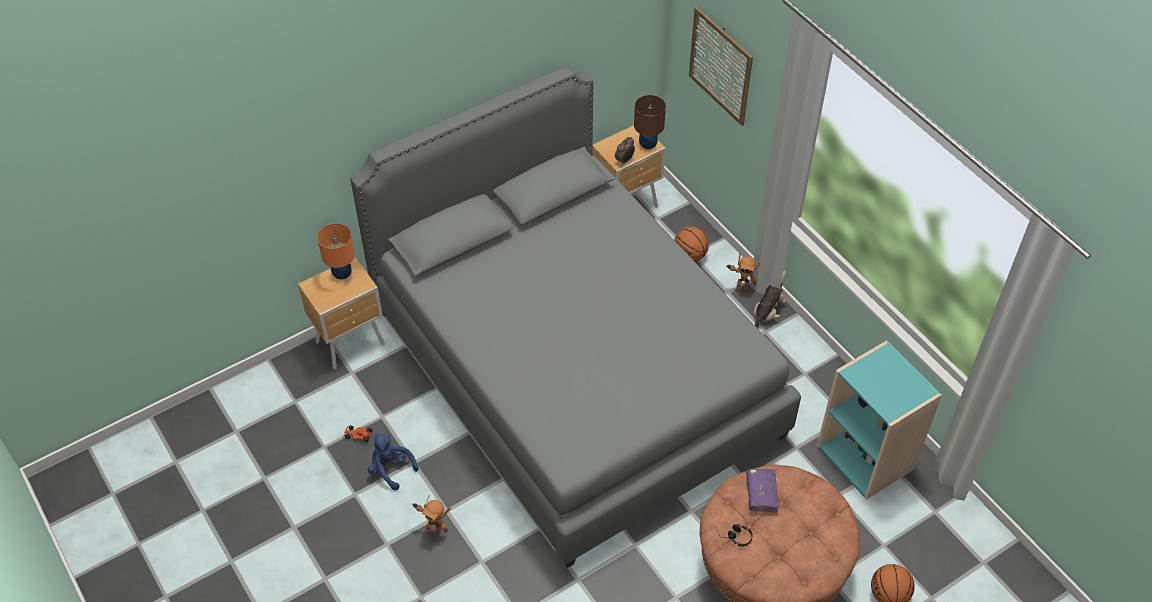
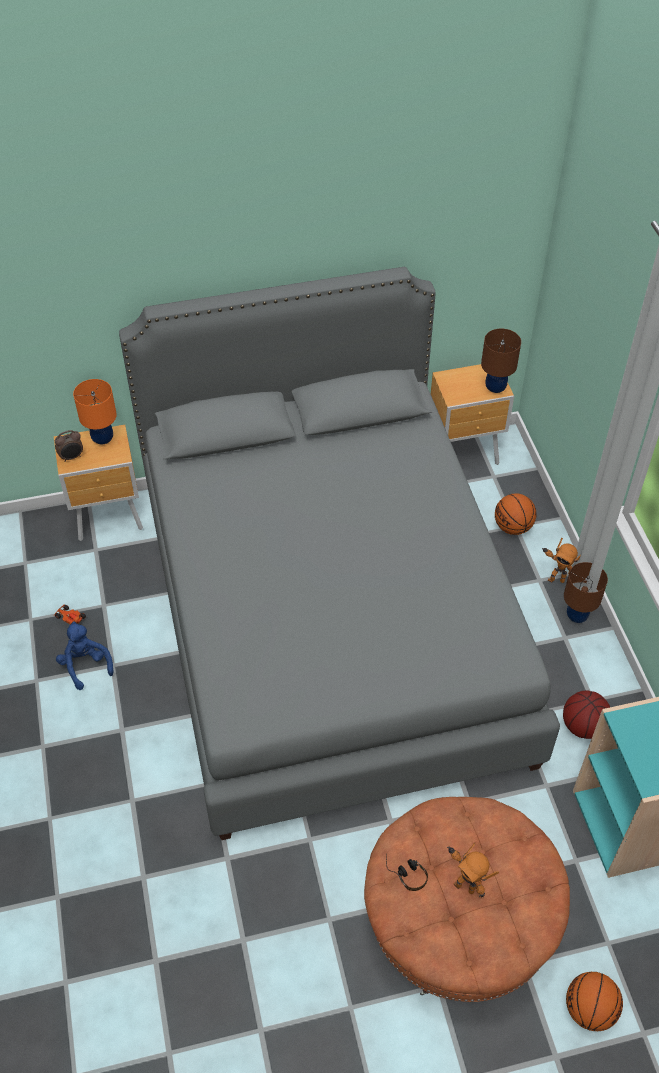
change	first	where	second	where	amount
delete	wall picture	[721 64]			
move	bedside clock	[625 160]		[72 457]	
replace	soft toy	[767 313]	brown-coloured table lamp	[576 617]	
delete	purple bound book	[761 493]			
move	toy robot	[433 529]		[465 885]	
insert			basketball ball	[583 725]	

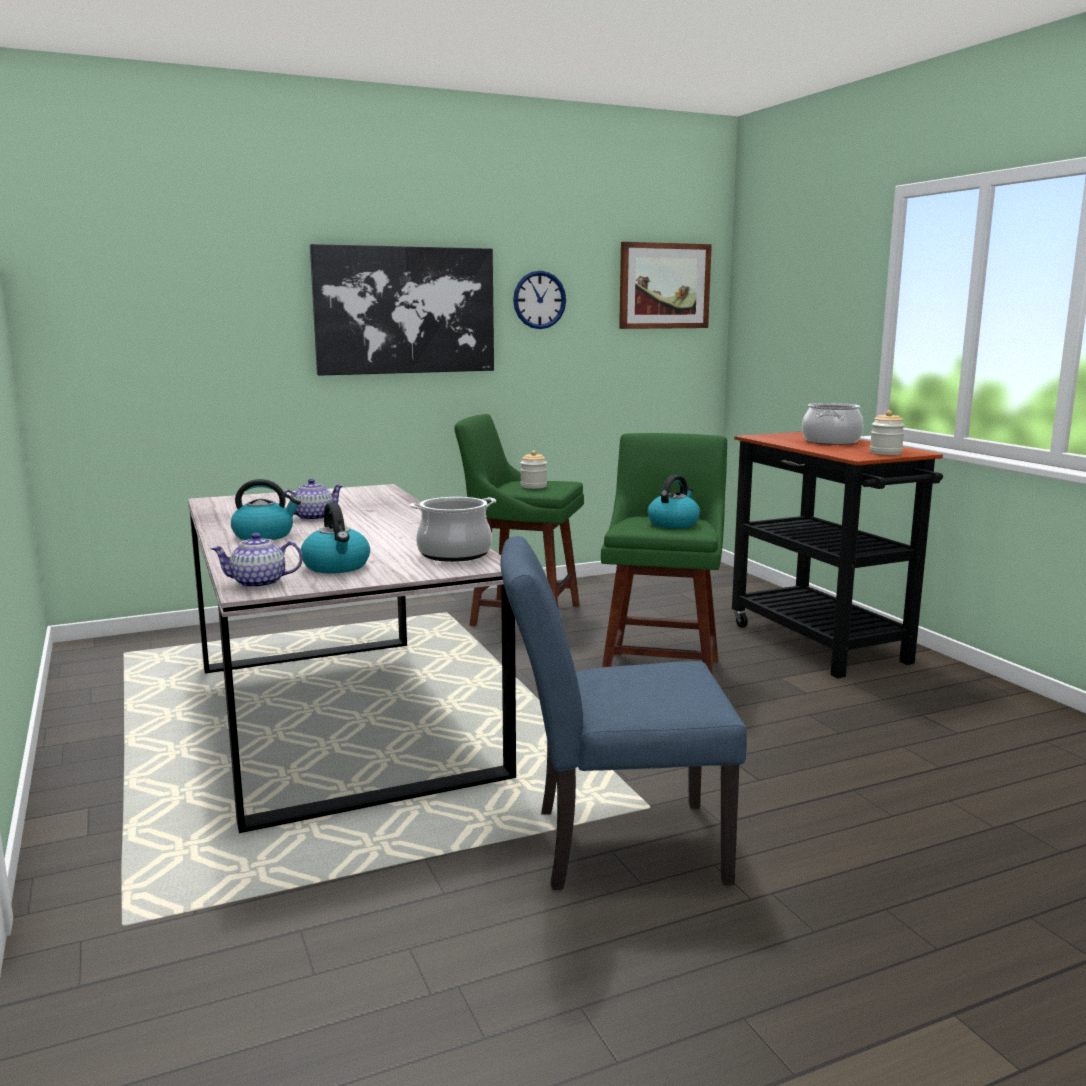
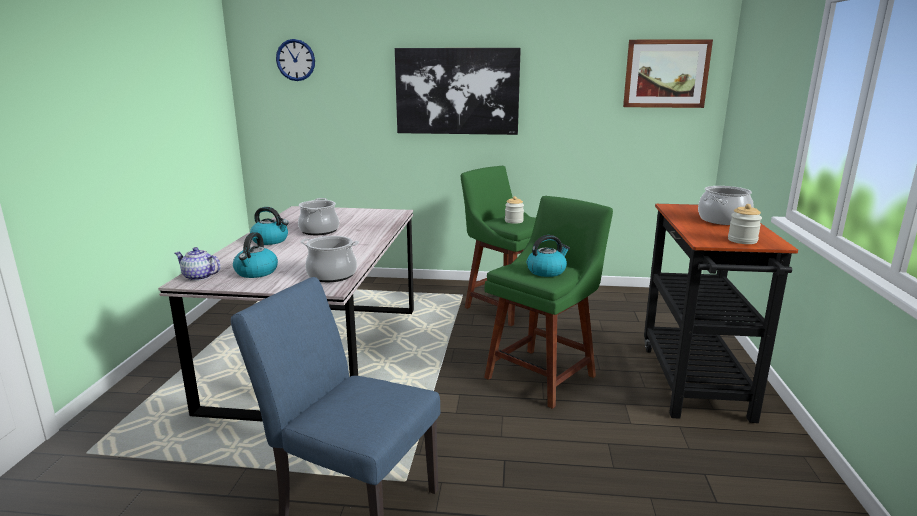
change	first	where	second	where	amount
move	hanging clock	[539 300]		[295 60]	
replace	teapot	[312 517]	stockpot	[319 230]	

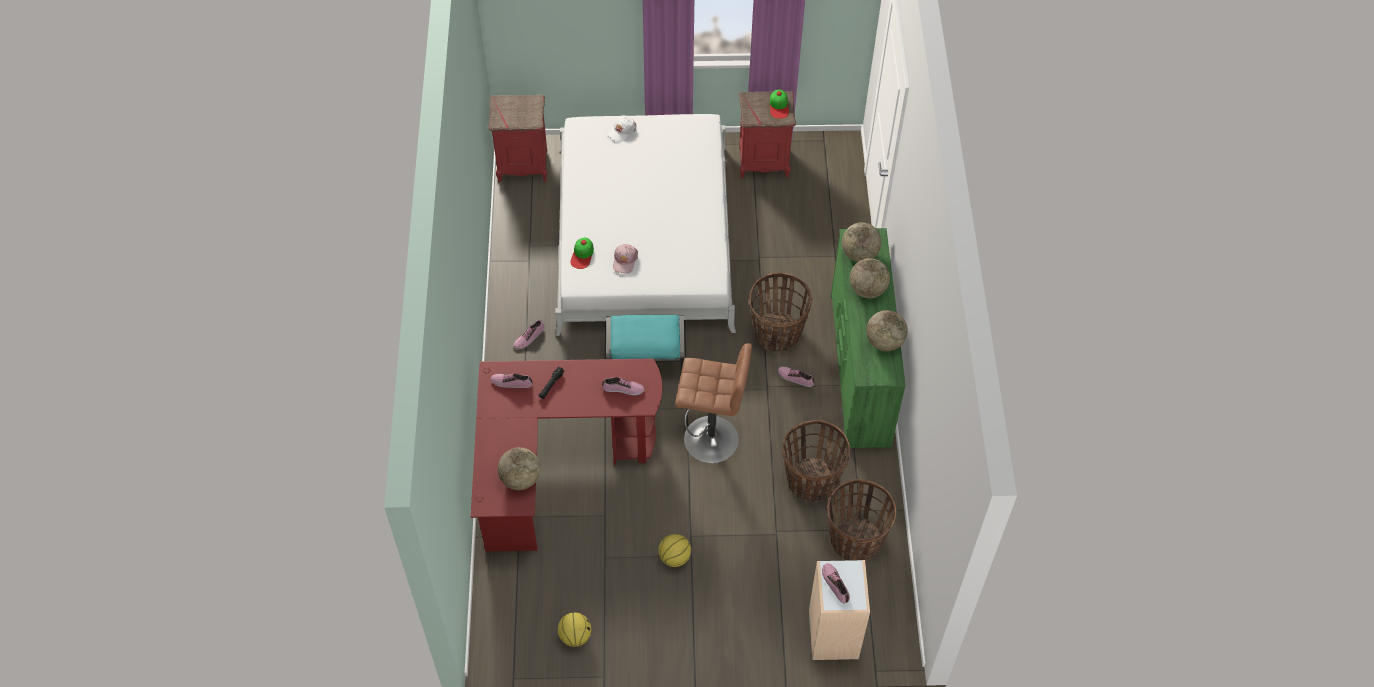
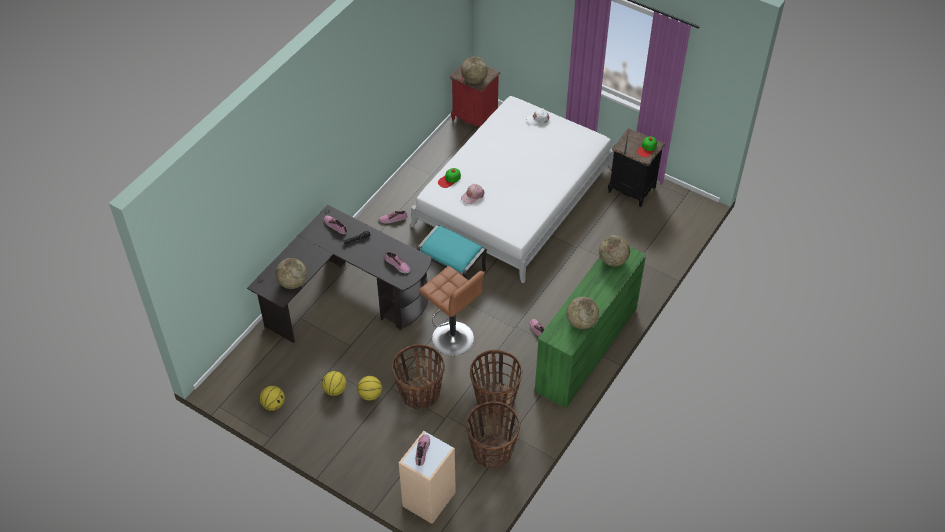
change	first	where	second	where	amount
recolor	red bedside table	[764 163]	blackish bedside table	[631 190]	
move	globe	[867 290]		[474 80]	
move	household basket	[777 333]		[420 394]	
recolor	red desk	[552 462]	blackish desk	[345 298]	
insert			basketball ball	[335 390]	

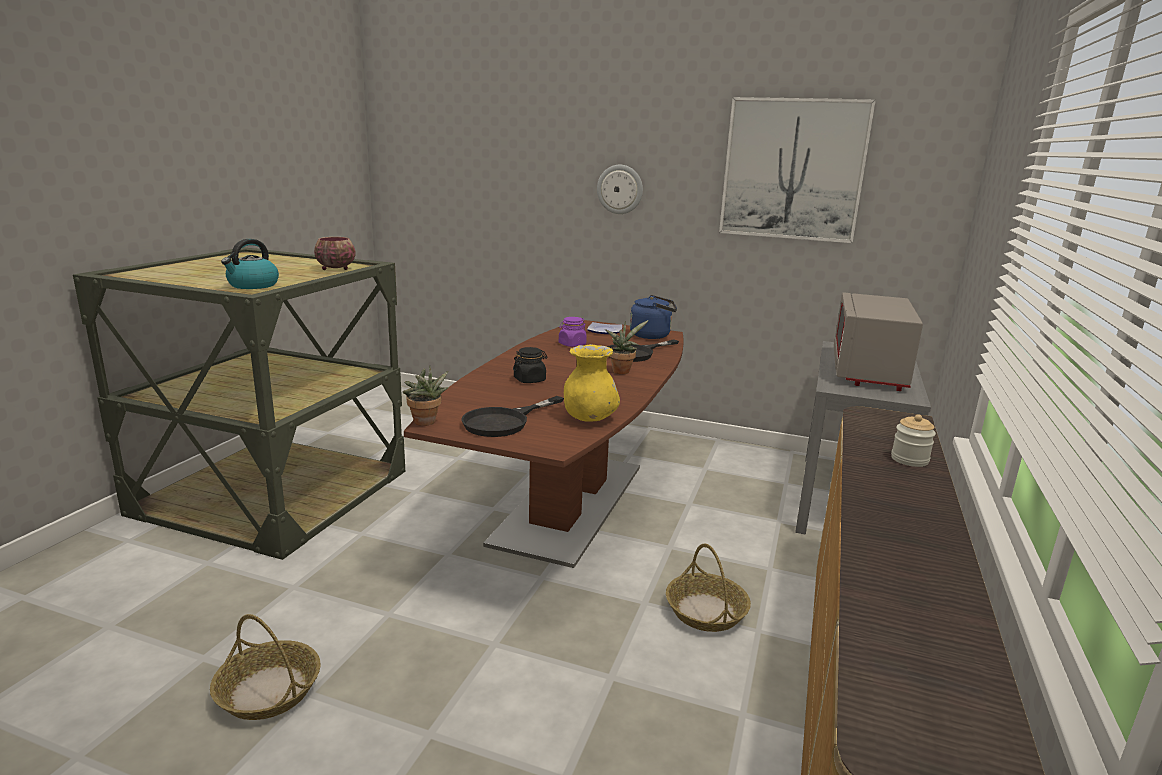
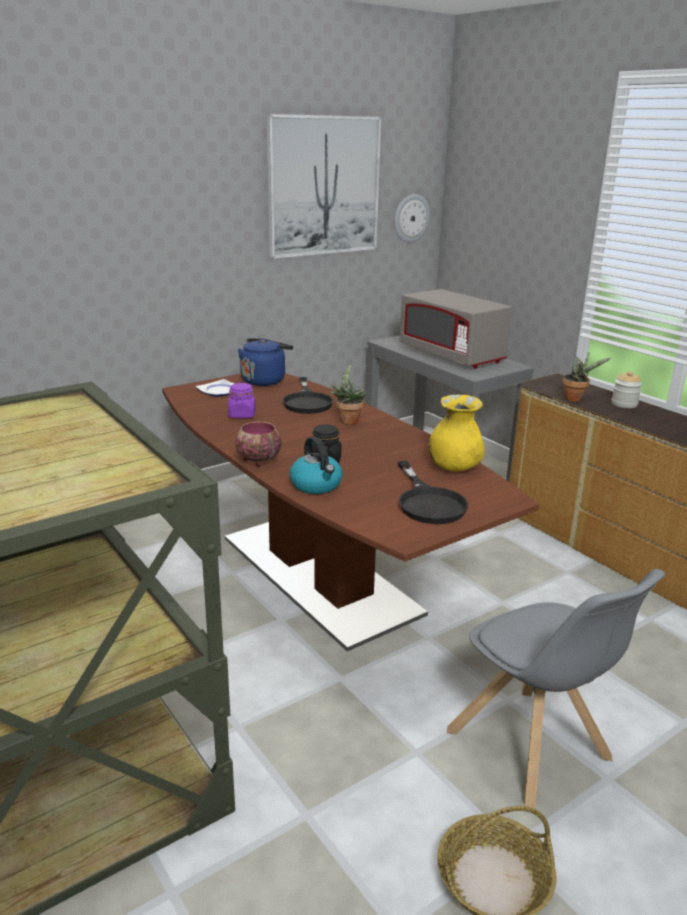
change	first	where	second	where	amount
move	hanging clock	[620 189]		[411 218]	
move	deep dish	[335 269]		[257 460]	
move	water kettle	[252 285]		[316 485]	
move	potted plant	[426 423]		[575 398]	
delete	household basket	[705 611]			
insert			gray chair	[533 749]	

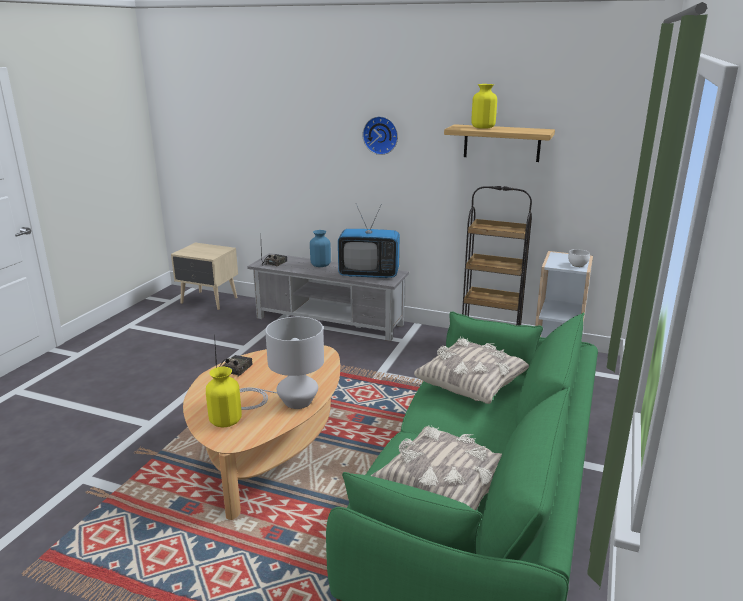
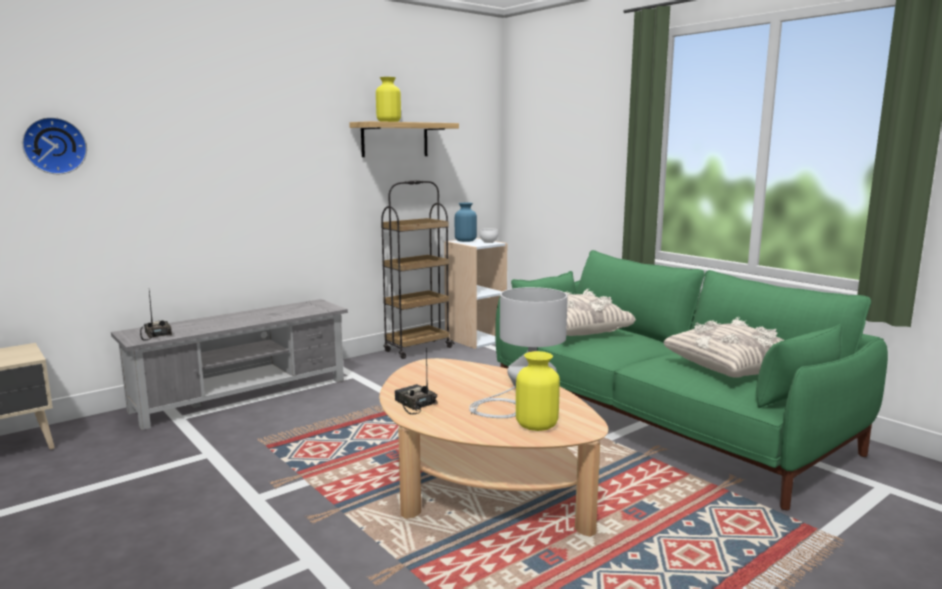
change	first	where	second	where	amount
move	hanging clock	[381 135]		[54 145]	
delete	TV	[369 274]			
move	bluish flower vase	[320 265]		[465 241]	

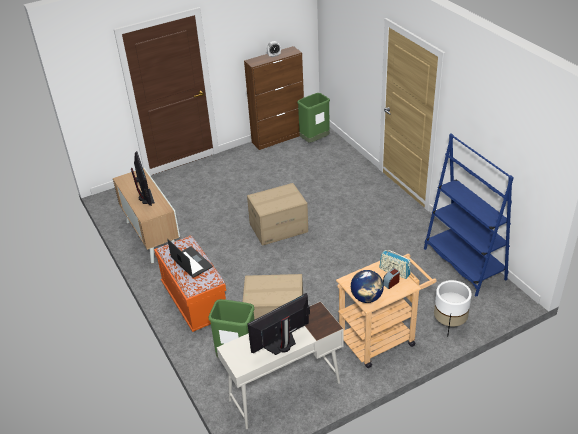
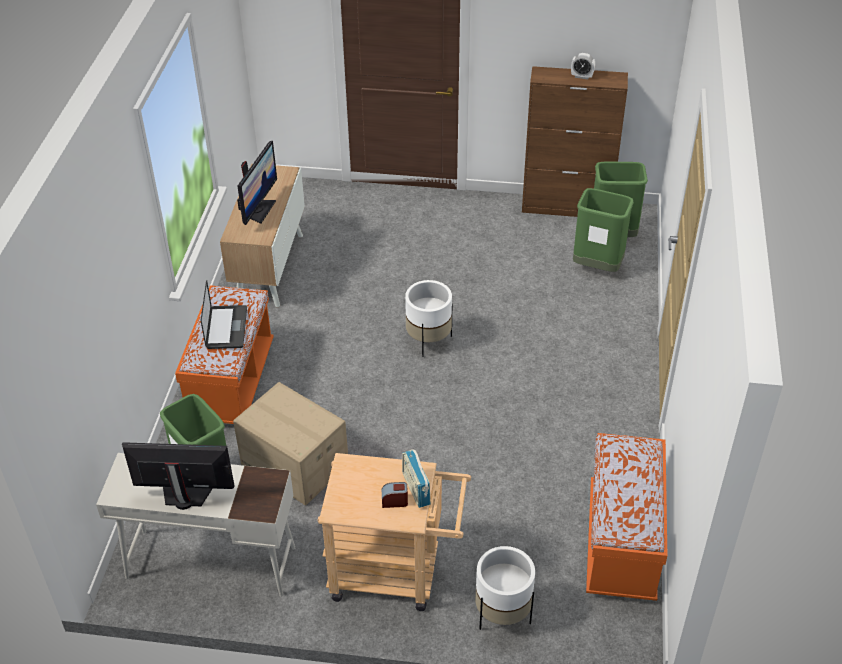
change	first	where	second	where	amount
replace	bluish shelving unit	[464 264]	orange bench	[621 543]	
replace	cardboard box	[278 228]	white plant pot	[428 340]	
delete	globe	[366 298]			
insert			greenish trash can	[597 267]	

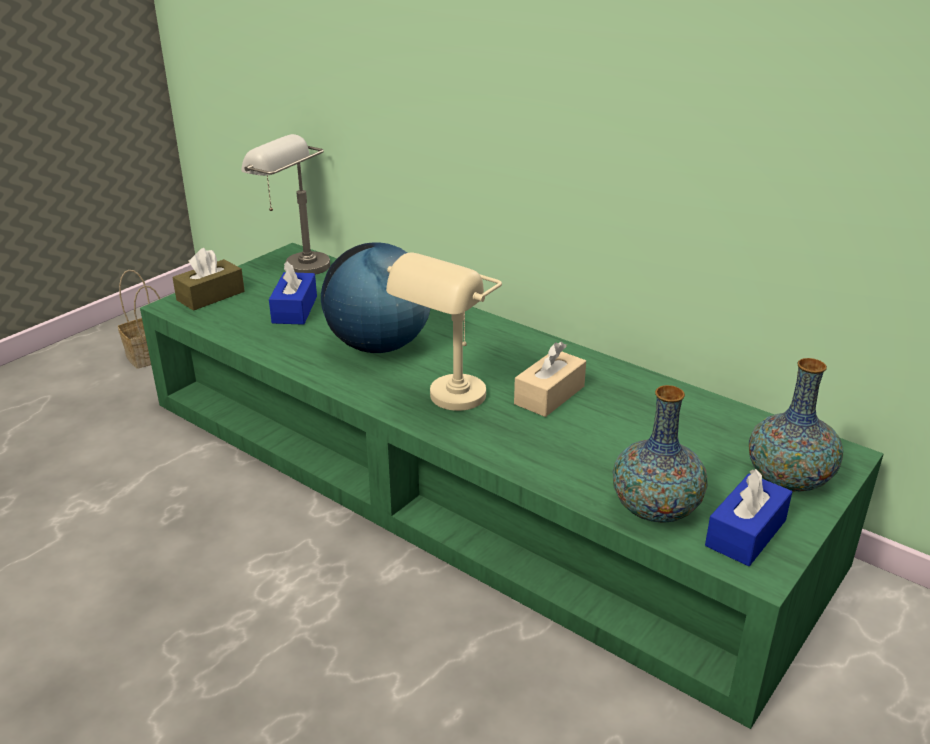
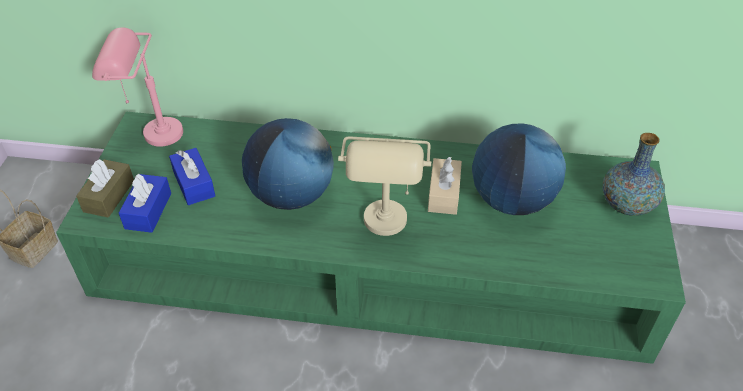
change	first	where	second	where	amount
recolor	gray table lamp	[295 263]	pinkish table lamp	[149 134]	
delete	flower vase	[655 509]			
move	bluish tissue box	[745 533]		[148 211]	
insert			globe	[511 201]	

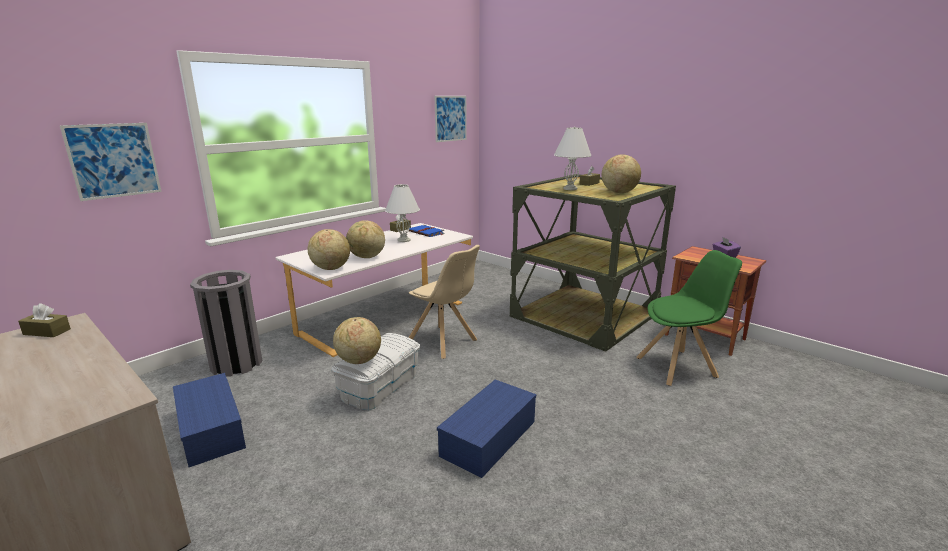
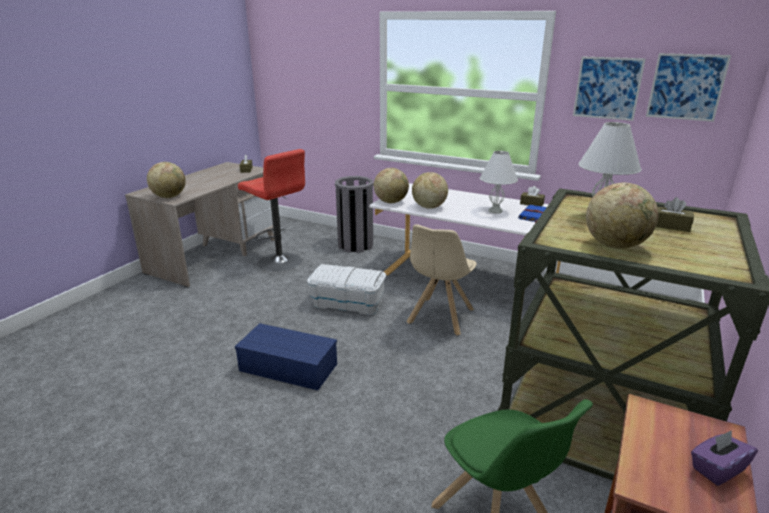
change	first	where	second	where	amount
move	wall picture	[114 160]		[607 88]	
move	globe	[358 360]		[169 196]	
replace	bluish storage container	[212 430]	red stool	[279 262]	

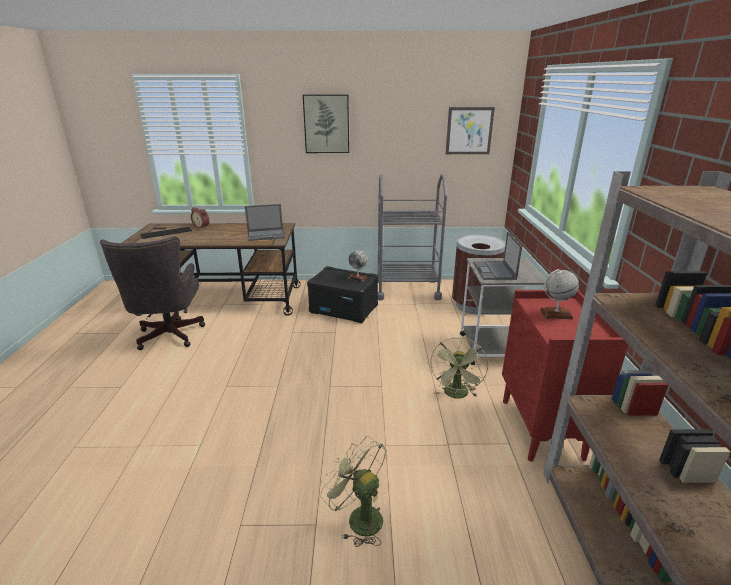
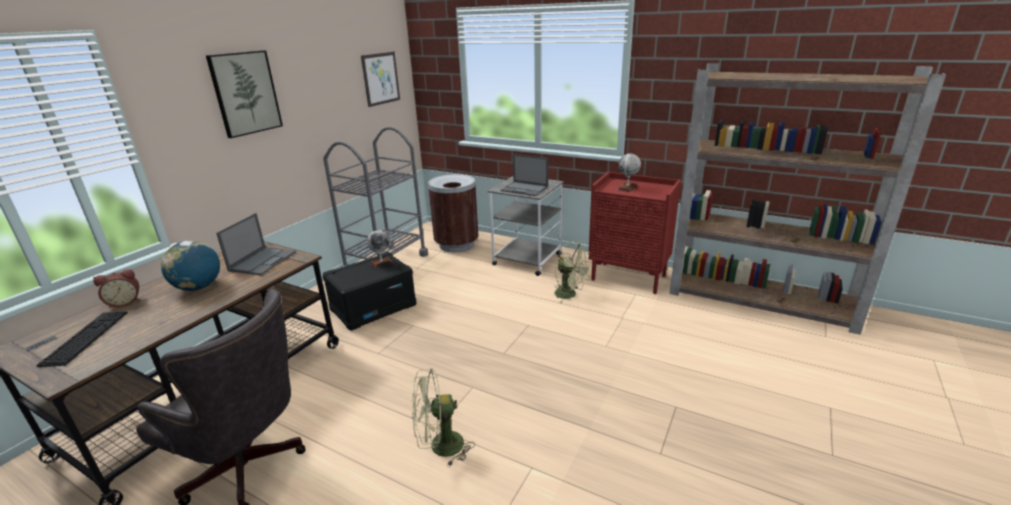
change	first	where	second	where	amount
move	greenish fan	[358 517]		[439 447]	
insert			globe	[198 287]	

